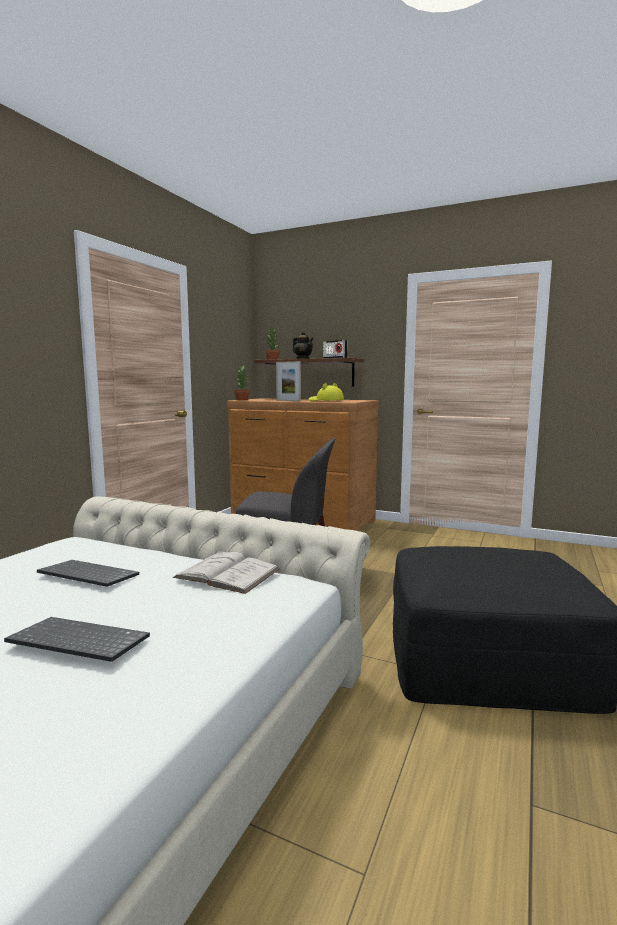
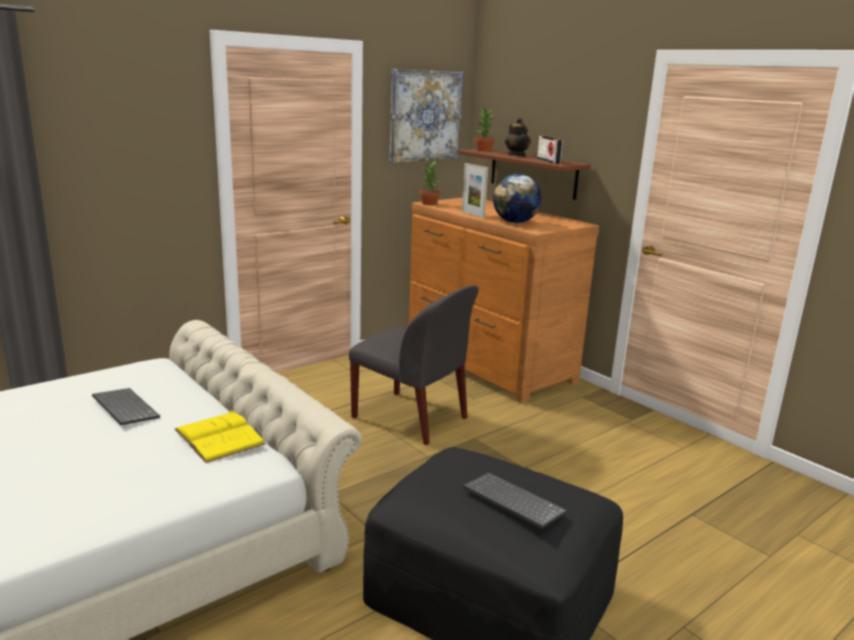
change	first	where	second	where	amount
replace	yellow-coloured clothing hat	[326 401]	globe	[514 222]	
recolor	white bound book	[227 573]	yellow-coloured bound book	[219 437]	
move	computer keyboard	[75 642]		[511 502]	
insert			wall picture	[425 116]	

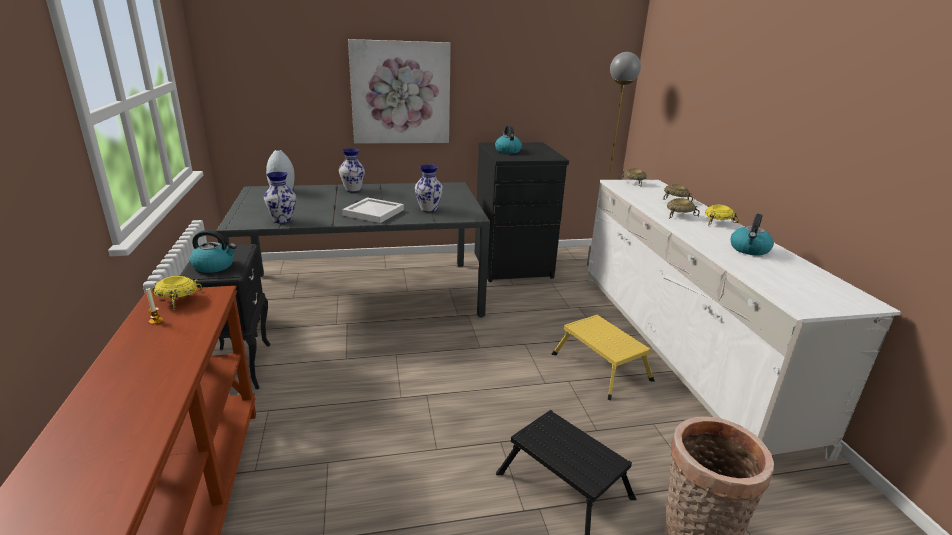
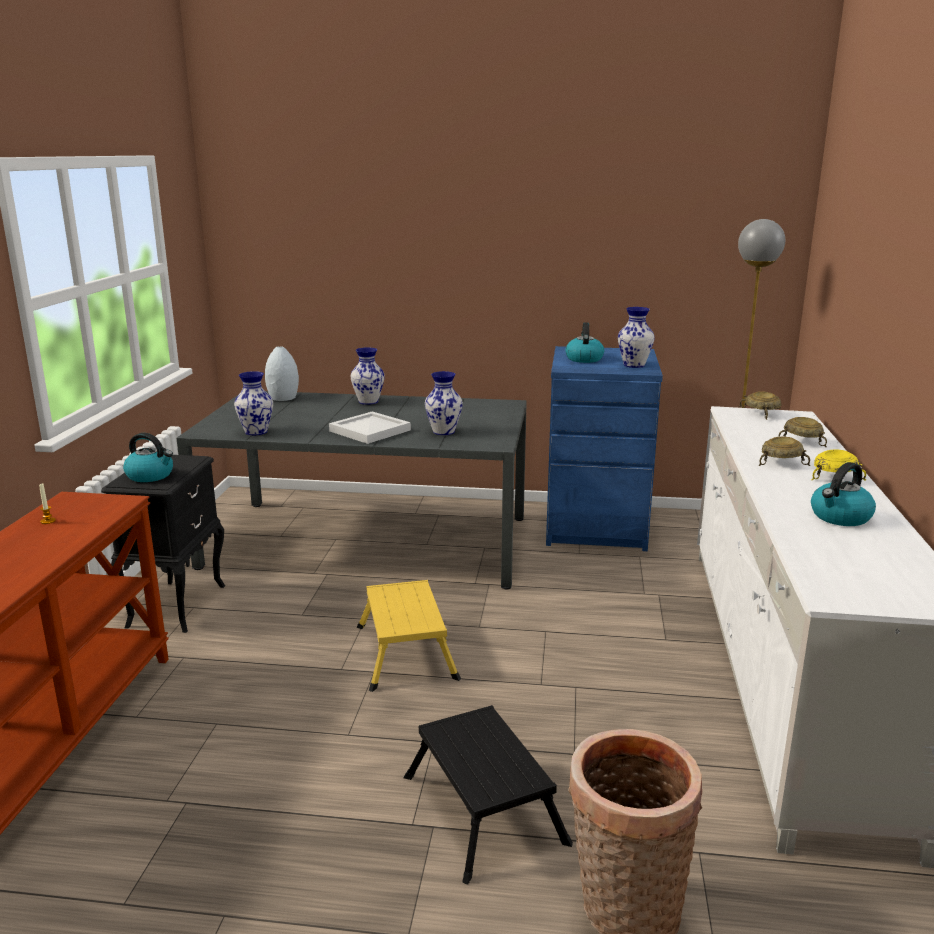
change	first	where	second	where	amount
delete	wall picture	[400 93]			
recolor	blackish dresser	[513 265]	bluish dresser	[597 527]	
delete	yellow-coloured deep dish	[177 300]			
move	yellow-coloured step stool	[601 367]		[406 652]	
insert			flower vase	[634 365]	

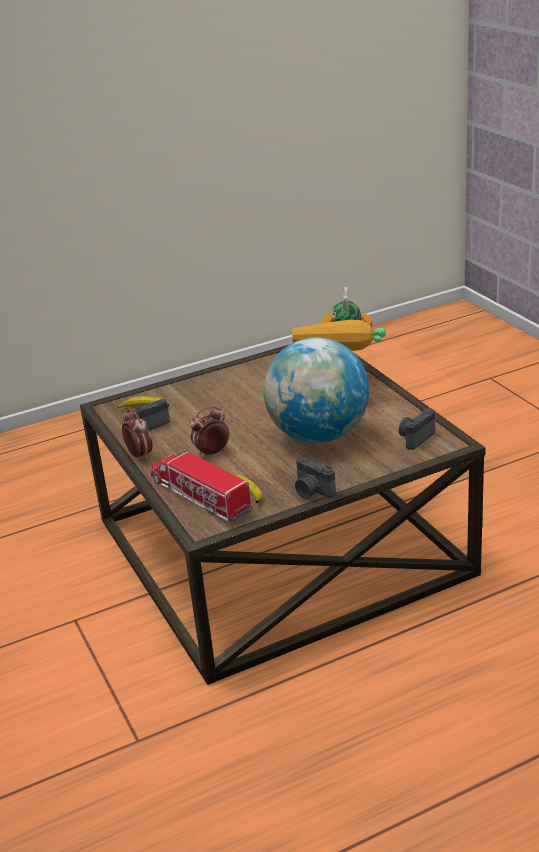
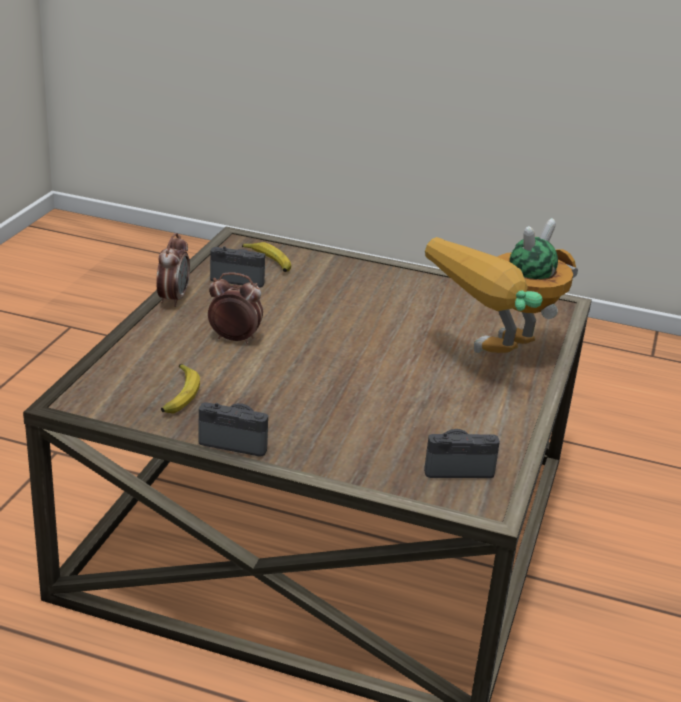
change	first	where	second	where	amount
delete	globe	[318 436]			
delete	model truck	[200 496]			
rotate	still camera	[312 491]		[235 441]	105 degrees clockwise

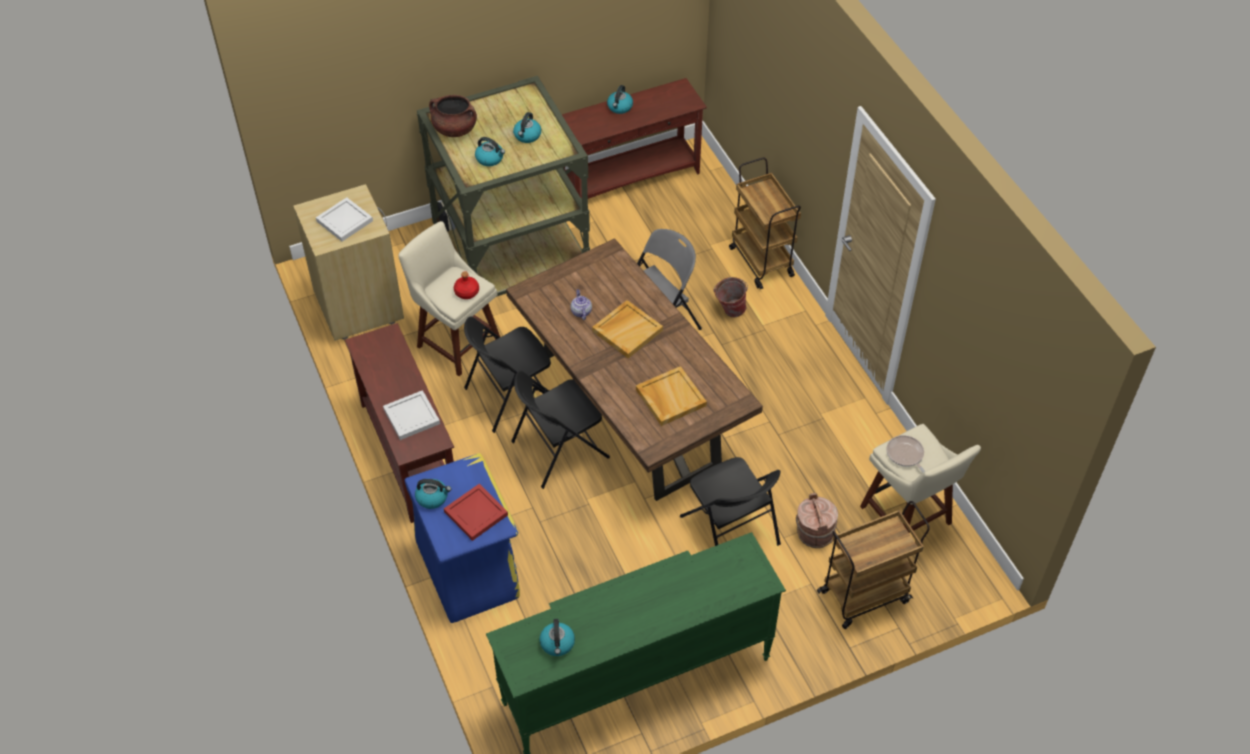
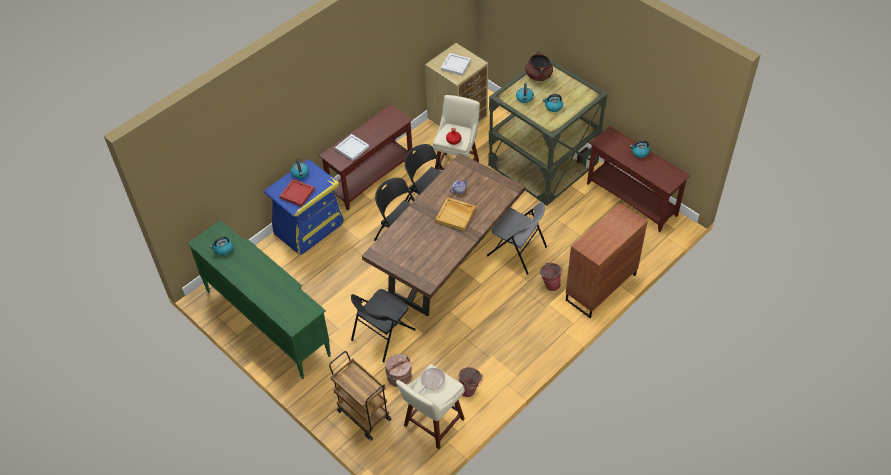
change	first	where	second	where	amount
replace	brown-coloured trolley	[761 262]	brown-coloured dresser	[601 288]	
delete	sand-coloured tray	[670 397]			
insert			water bucket	[470 389]	

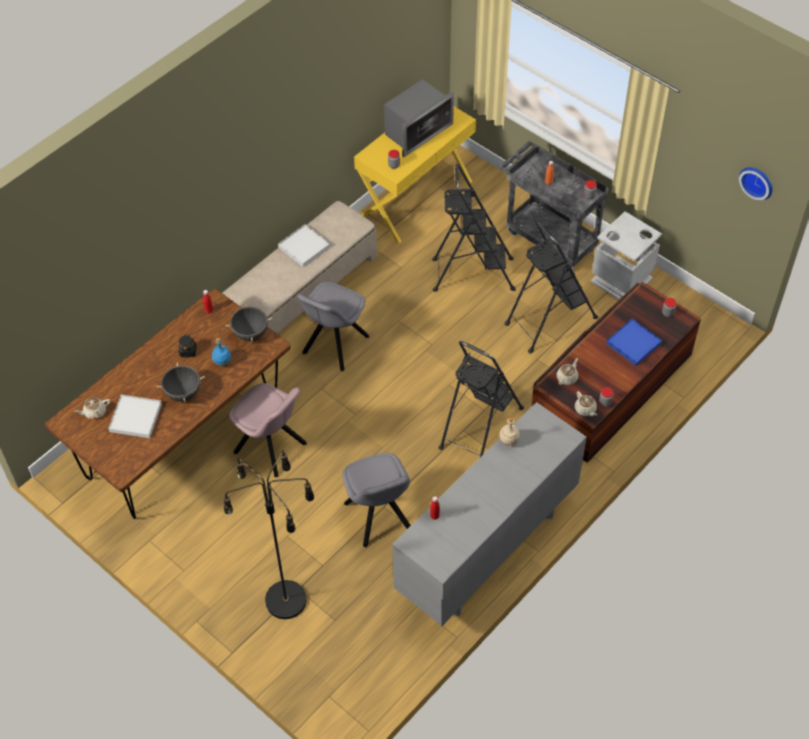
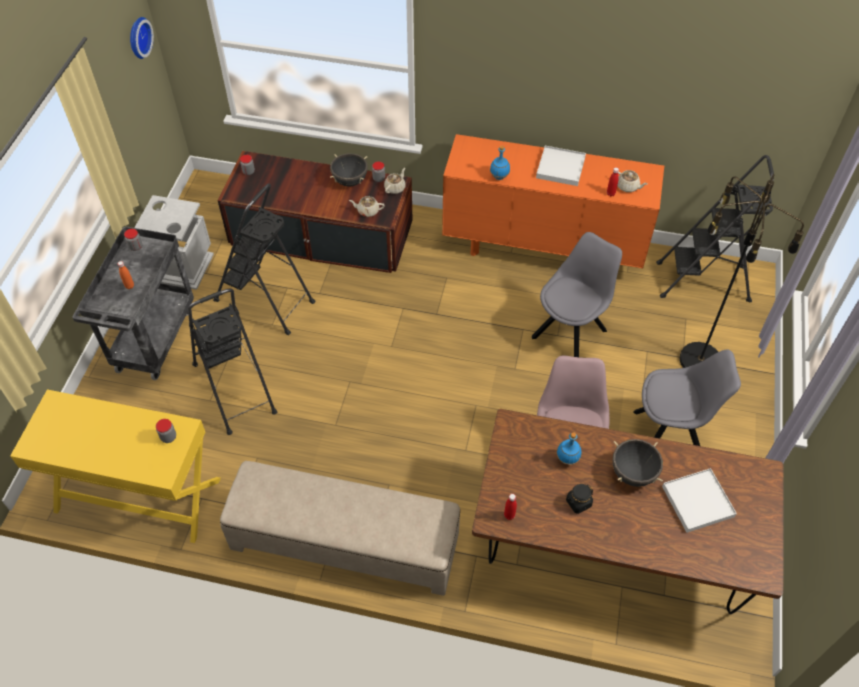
change	first	where	second	where	amount
delete	microwave oven	[416 131]			
move	white tray	[304 247]		[560 168]	
move	gray chair	[334 345]		[668 436]	
move	blackish stockpot	[251 334]		[350 181]	
delete	bluish tray	[633 344]			
move	step stool	[480 428]		[704 281]	
move	sand-coloured teapot	[94 412]		[628 187]	
recolor	gray dresser	[487 550]	orange dresser	[542 249]	
recolor	sand-coloured bottle	[509 442]	bluish bottle	[499 177]	

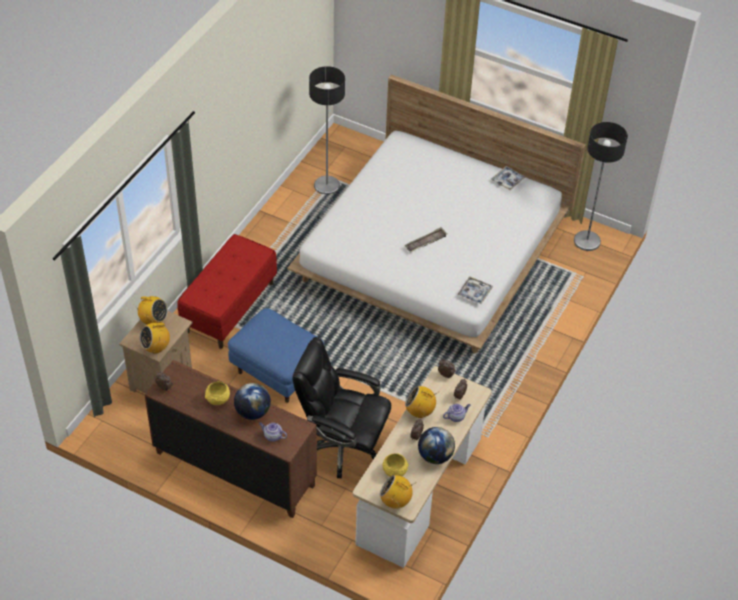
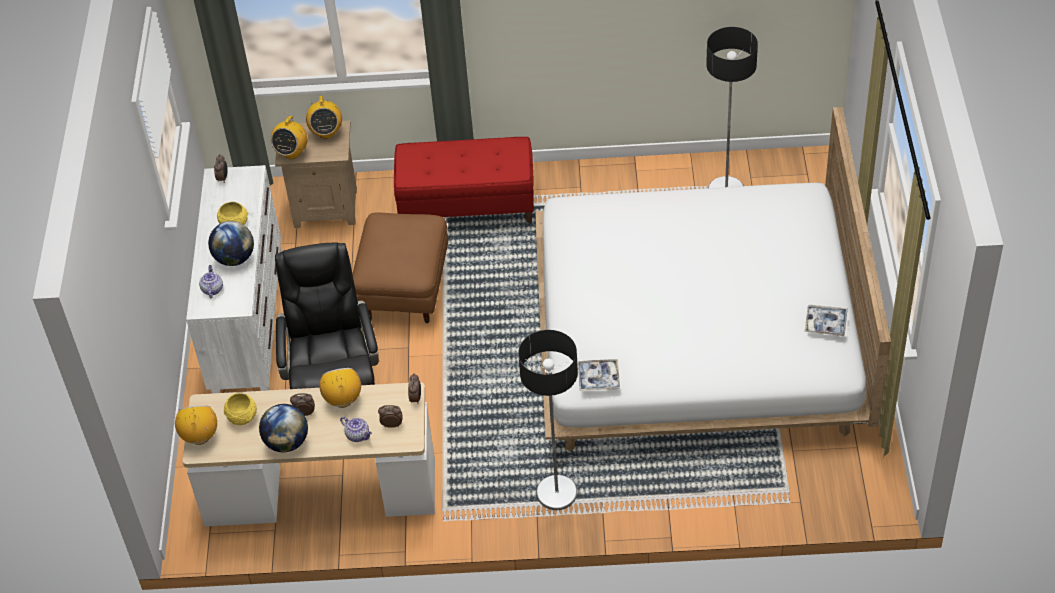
change	first	where	second	where	amount
move	floor lamp	[586 241]		[556 493]	
delete	tray	[425 242]			
recolor	bluish ottoman	[276 372]	brown-coloured ottoman	[404 290]	
rotate	radio set	[156 347]		[291 152]	105 degrees counterclockwise
recolor	brown-coloured dresser	[234 469]	white dresser	[248 323]	

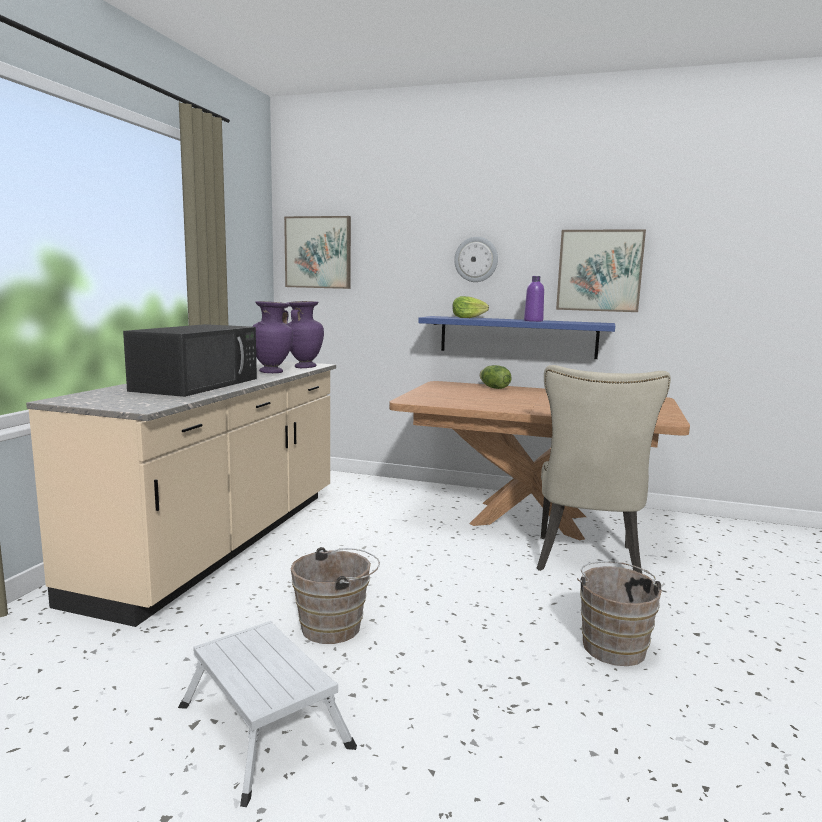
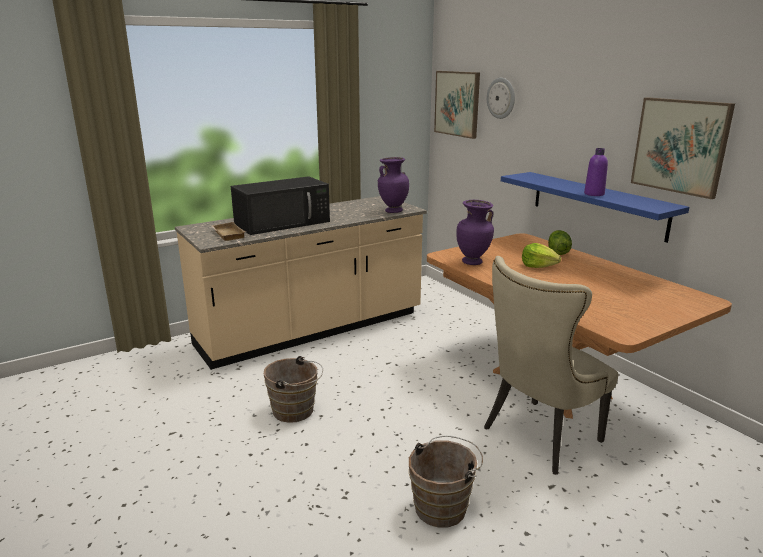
change	first	where	second	where	amount
move	hanging clock	[476 259]		[501 98]	
move	lettuce head	[468 318]		[538 266]	
move	purple flower vase	[272 372]		[473 262]	
delete	white step stool	[263 725]			
insert			sand-coloured tray	[227 234]	

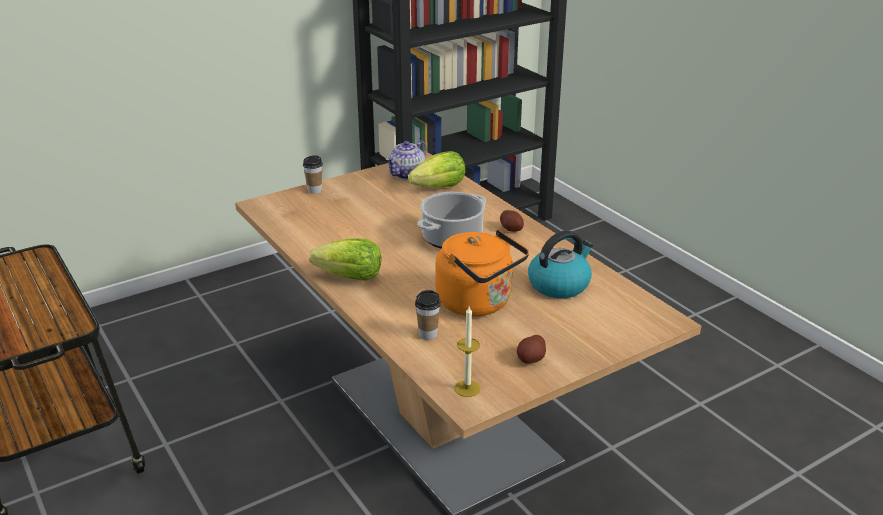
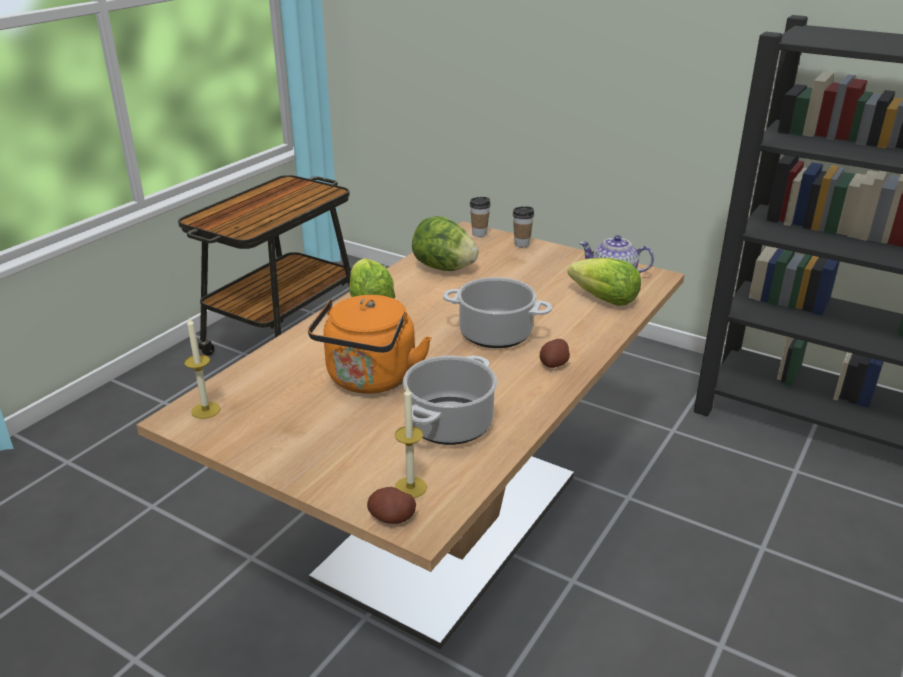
change	first	where	second	where	amount
replace	water kettle	[559 284]	stockpot	[450 423]	
move	drinking cup	[428 334]		[479 234]	
move	whole potato	[531 359]		[392 517]	
insert			lettuce head	[443 268]	
insert			candle	[410 487]	

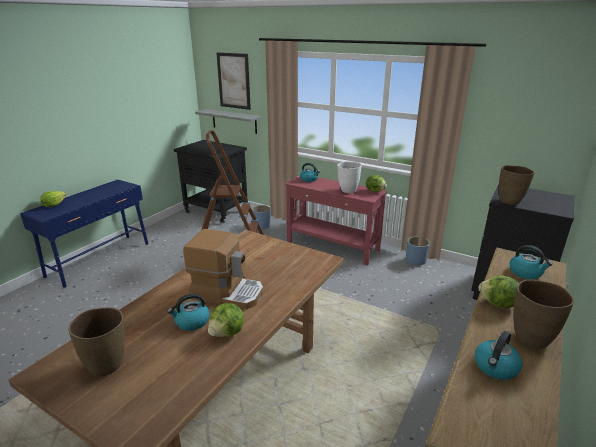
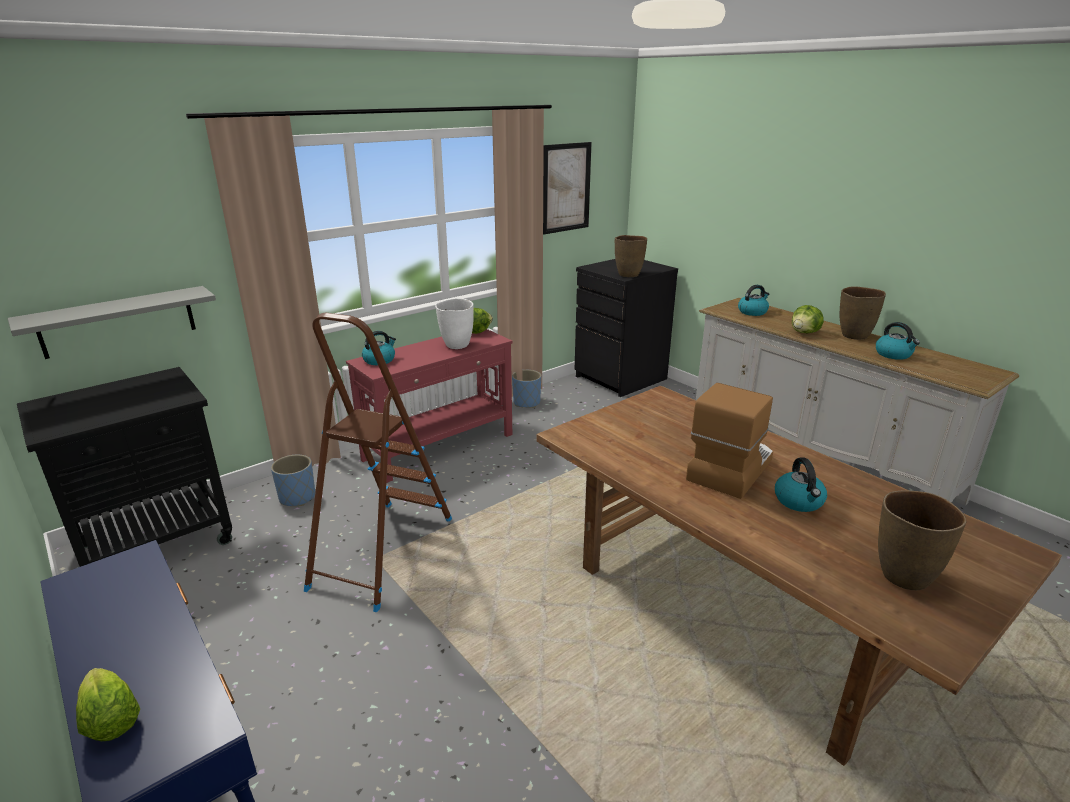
change	first	where	second	where	amount
move	wall picture	[234 81]		[566 188]	
delete	lettuce head	[227 333]			

